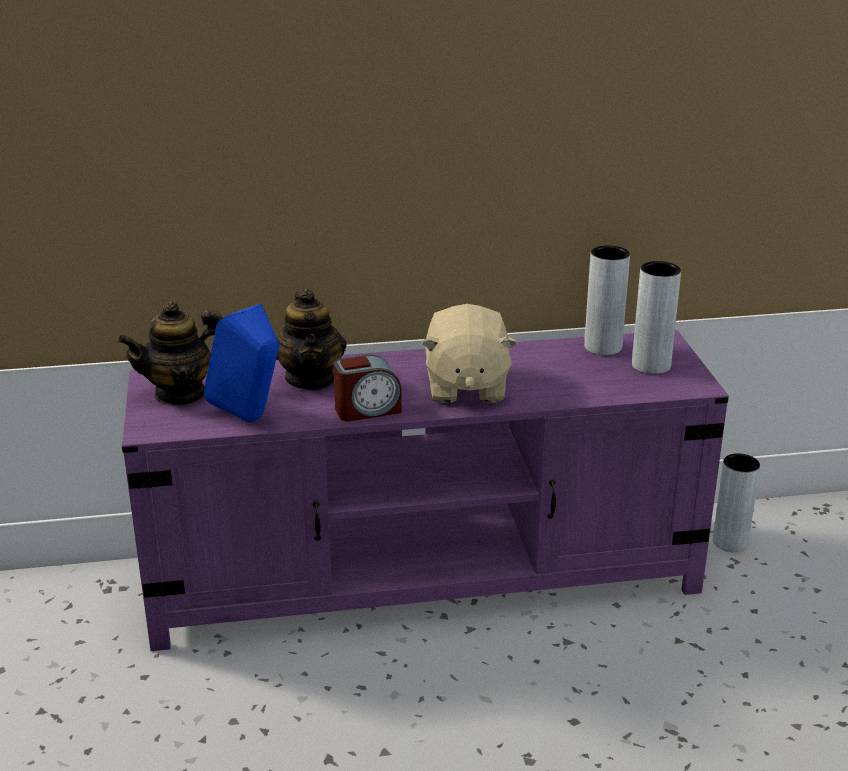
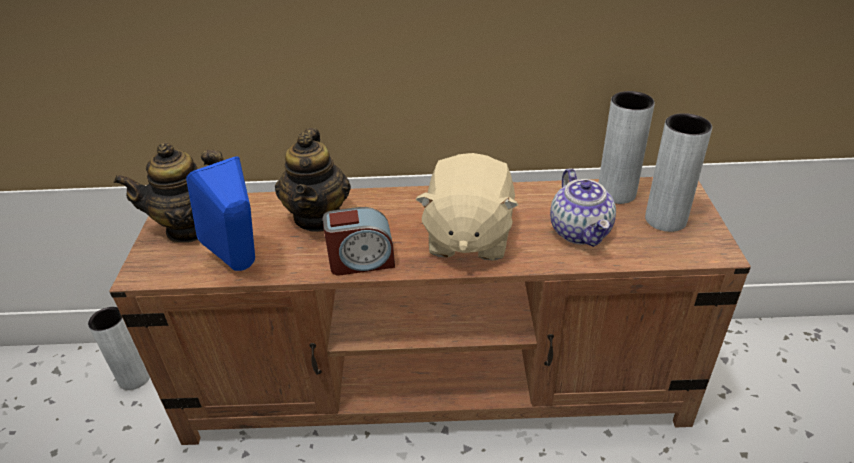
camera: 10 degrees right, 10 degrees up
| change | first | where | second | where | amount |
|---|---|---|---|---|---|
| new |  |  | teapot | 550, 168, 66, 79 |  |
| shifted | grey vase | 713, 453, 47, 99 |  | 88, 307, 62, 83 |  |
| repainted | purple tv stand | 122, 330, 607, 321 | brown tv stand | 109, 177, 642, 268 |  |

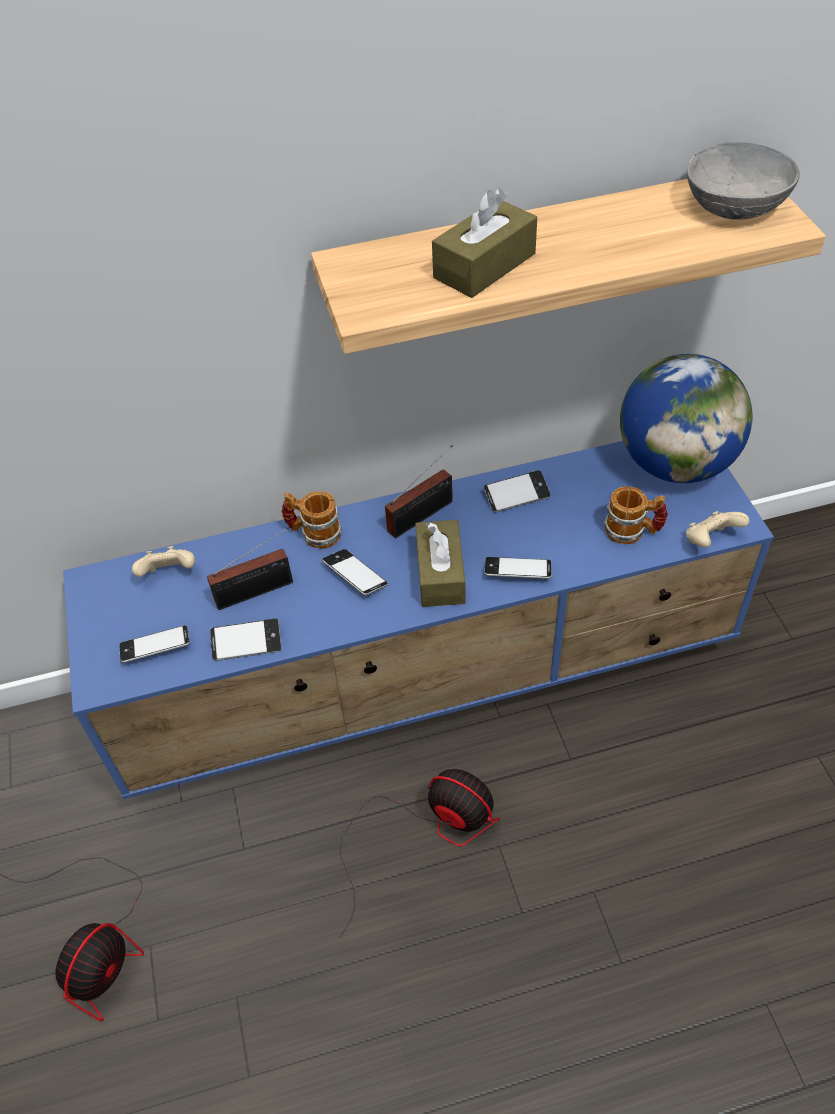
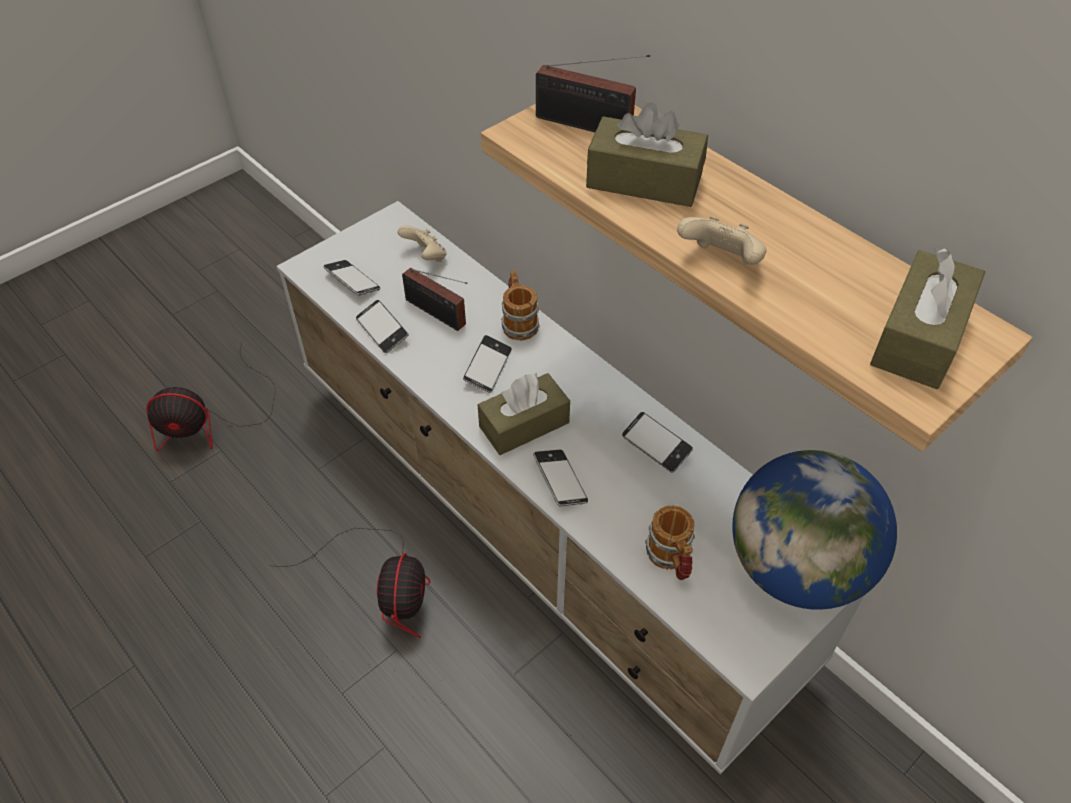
camera: 60 degrees right, 0 degrees up
| change | first | where | second | where | amount |
|---|---|---|---|---|---|
| shifted | radio | 385, 445, 68, 93 |  | 536, 55, 114, 77 |  |
| shifted | beige game controller | 686, 511, 64, 37 |  | 677, 216, 89, 49 |  |
| swapped | grey bowl | 687, 142, 113, 78 | brown tissue box | 870, 247, 115, 142 |  |
| repainted | blue tv stand | 63, 441, 711, 358 | white tv stand | 277, 201, 588, 573 |  |

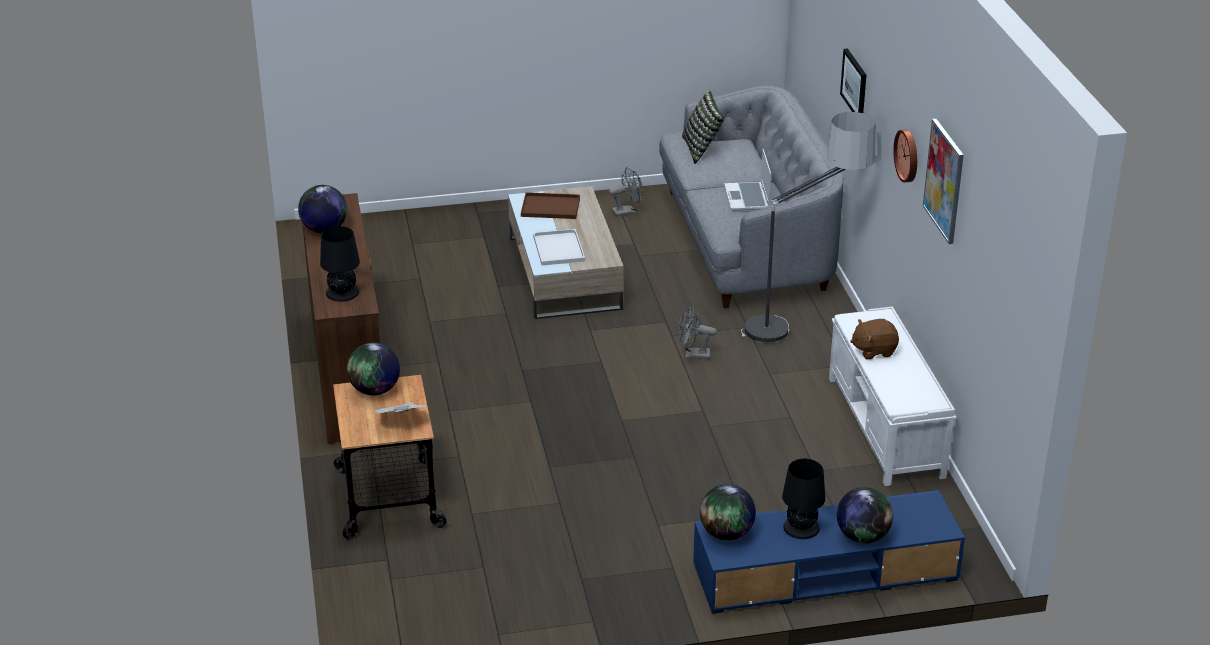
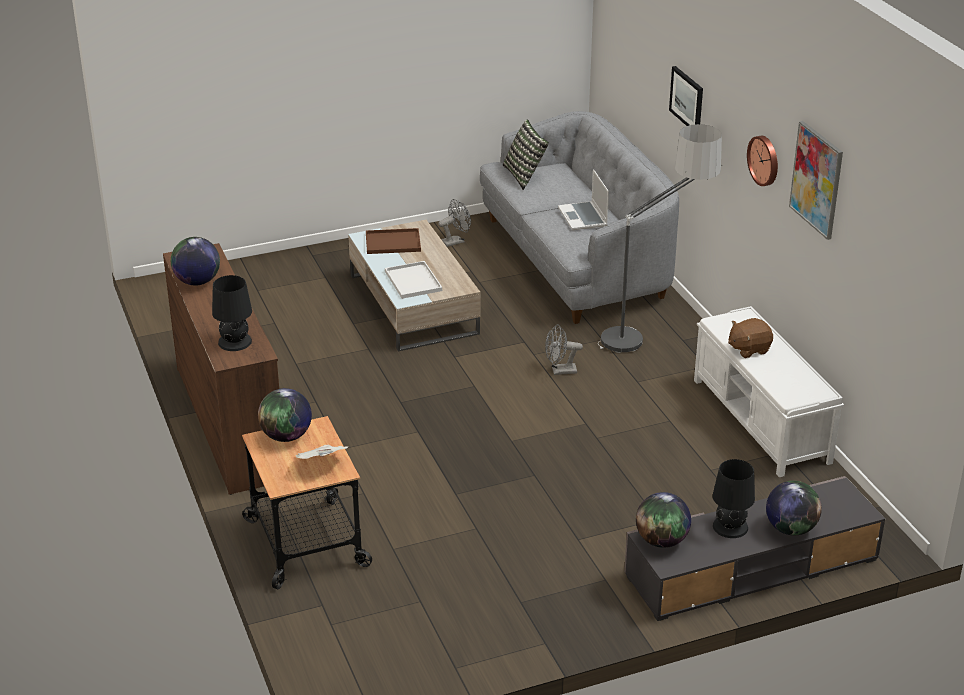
camera: 10 degrees left, 0 degrees up
| change | first | where | second | where | amount |
|---|---|---|---|---|---|
| repainted | blue tv stand | 693, 490, 272, 124 | grey tv stand | 624, 476, 261, 145 |  |

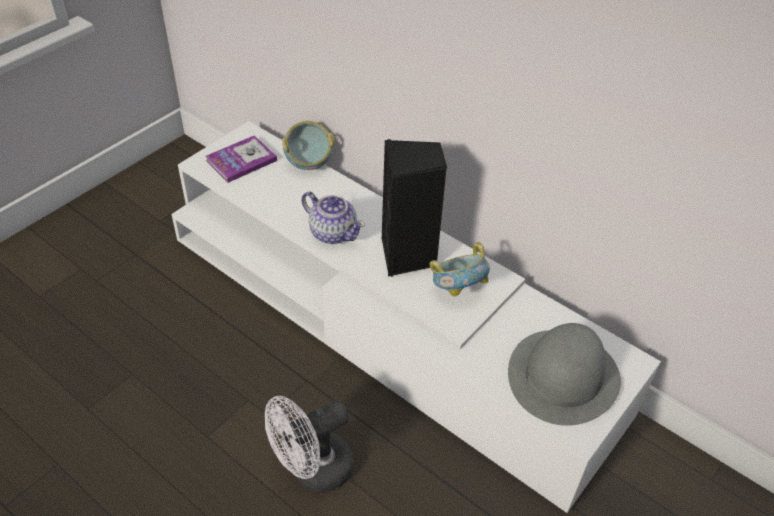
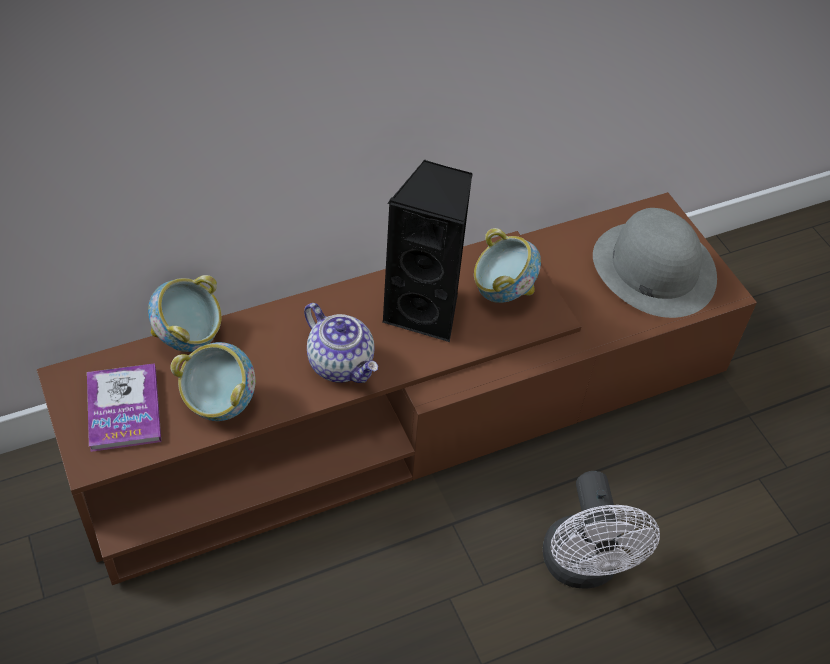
camera: 65 degrees left, 5 degrees up
| change | first | where | second | where | amount |
|---|---|---|---|---|---|
| new |  |  | bowl | 170, 342, 86, 79 |  |
| repainted | white tv stand | 171, 121, 490, 392 | brown tv stand | 37, 192, 720, 393 |  |
| rotated | teapot | 301, 192, 64, 52 |  | 304, 303, 74, 80 | 75 degrees clockwise |

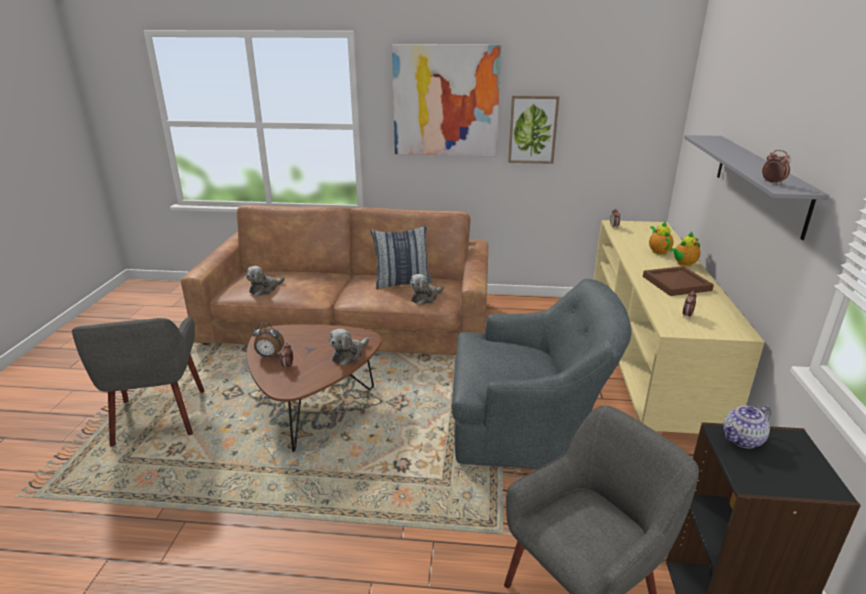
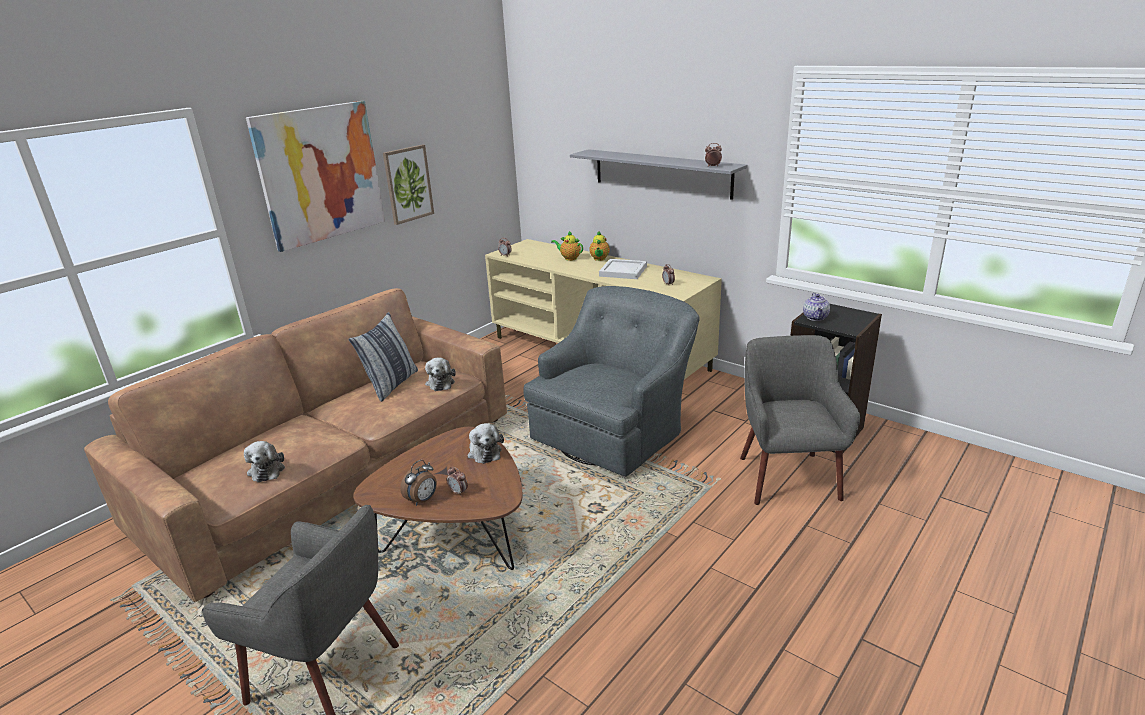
camera: 55 degrees left, 0 degrees up
| change | first | where | second | where | amount |
|---|---|---|---|---|---|
| repainted | brown tray | 643, 266, 71, 30 | white tray | 599, 259, 48, 20 |  |

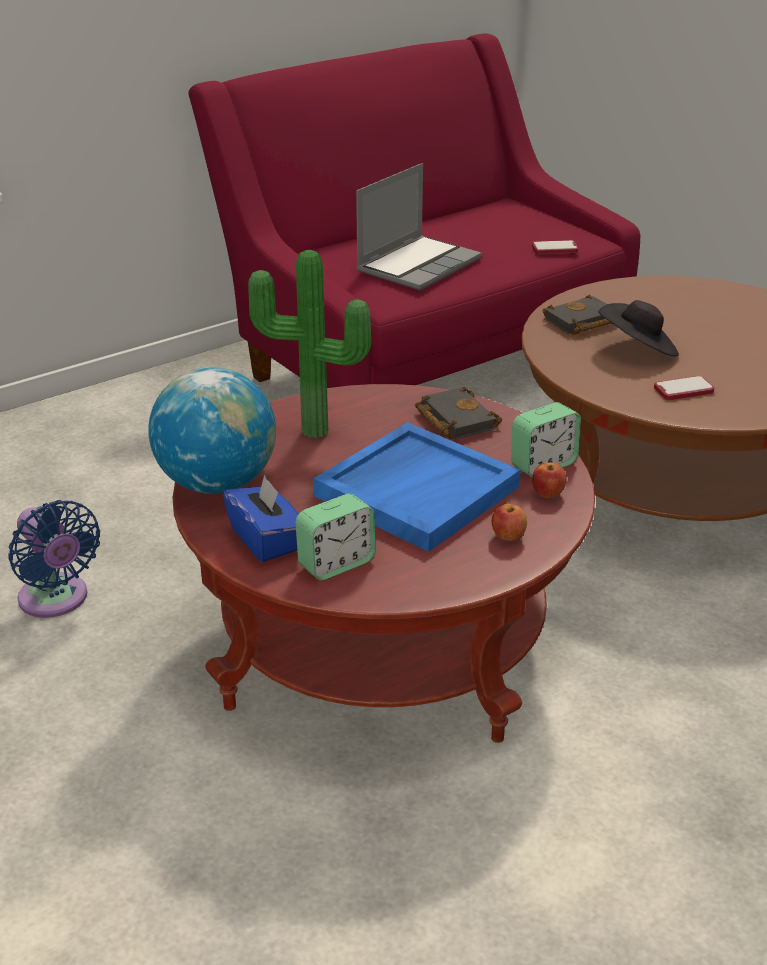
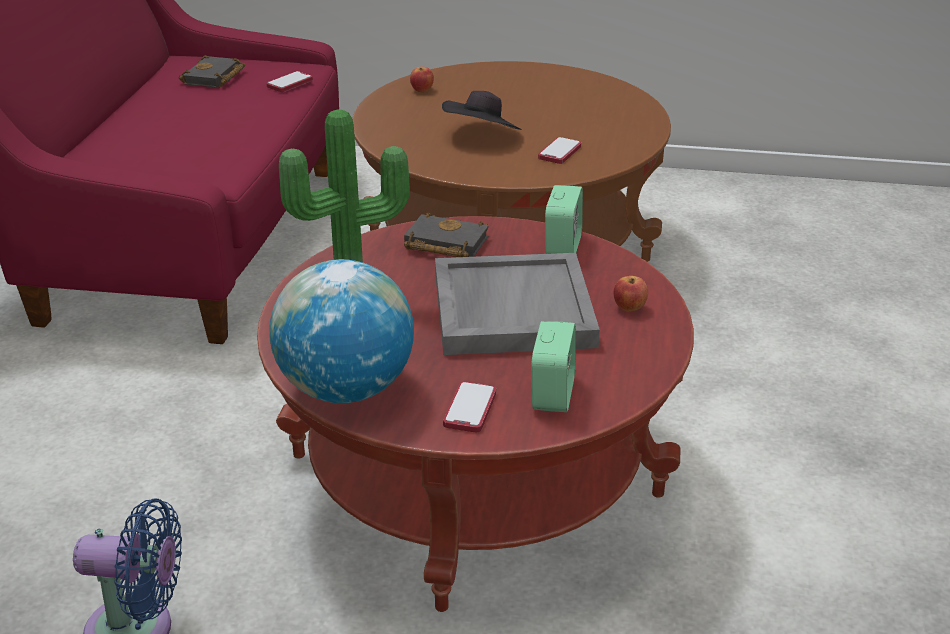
camera: 45 degrees left, 0 degrees up
| change | first | where | second | where | amount |
|---|---|---|---|---|---|
| gone | laptop | 356, 163, 126, 128 |  |  |  |
| shifted | apple | 532, 463, 35, 36 |  | 410, 66, 24, 26 |  |
| shifted | black book | 543, 295, 70, 40 |  | 179, 55, 66, 33 |  |
| swapped | blue tissue box | 223, 475, 76, 87 | phone | 443, 382, 53, 50 |  |
| repainted | blue tray | 313, 422, 208, 130 | grey tray | 435, 253, 165, 102 |  |

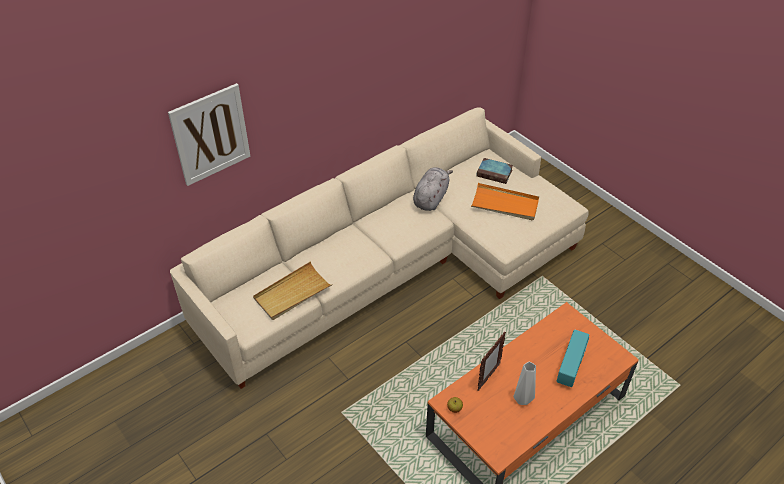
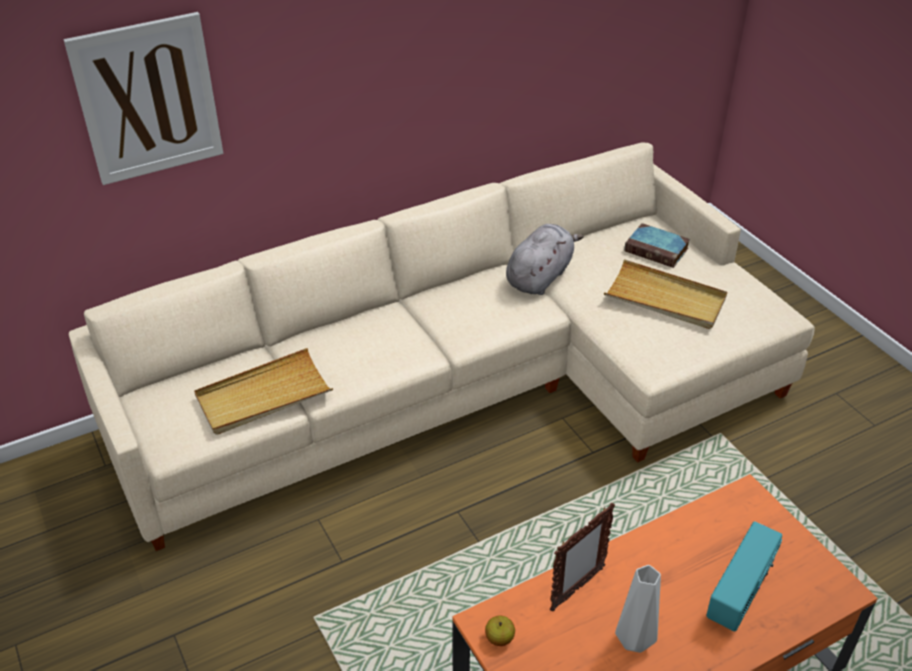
camera: 10 degrees right, 5 degrees down
| change | first | where | second | where | amount |
|---|---|---|---|---|---|
| repainted | orange tray | 471, 183, 68, 37 | beige tray | 604, 259, 123, 70 |  |

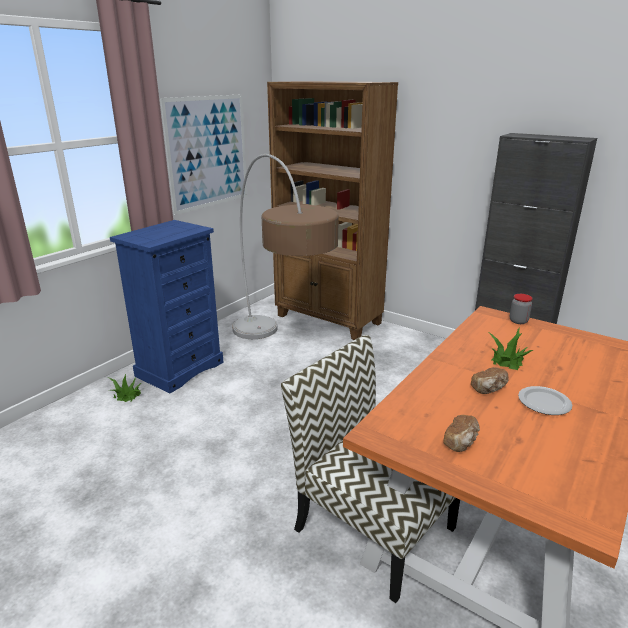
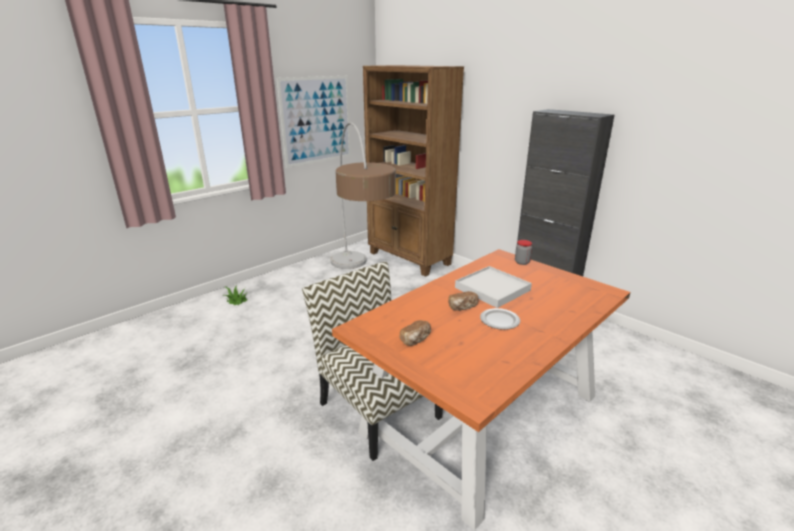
camera: 10 degrees right, 0 degrees up
| change | first | where | second | where | amount |
|---|---|---|---|---|---|
| gone | blue dresser | 110, 220, 114, 174 |  |  |  |
| swapped | potted plant | 487, 328, 46, 42 | white tray | 455, 266, 77, 42 |  |

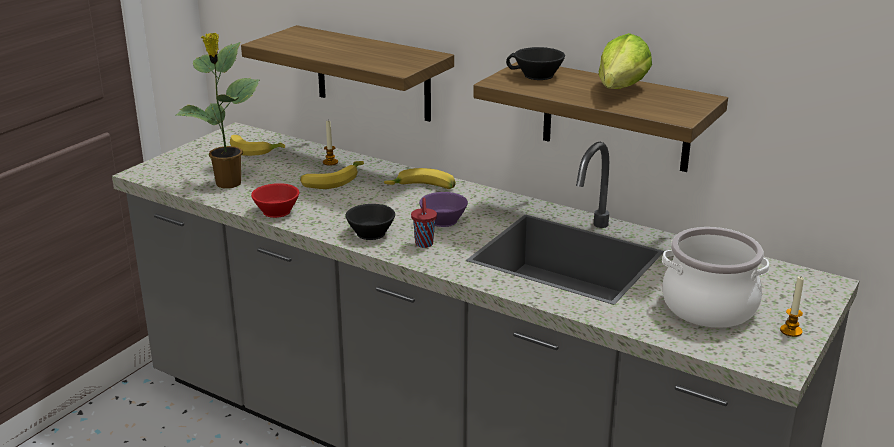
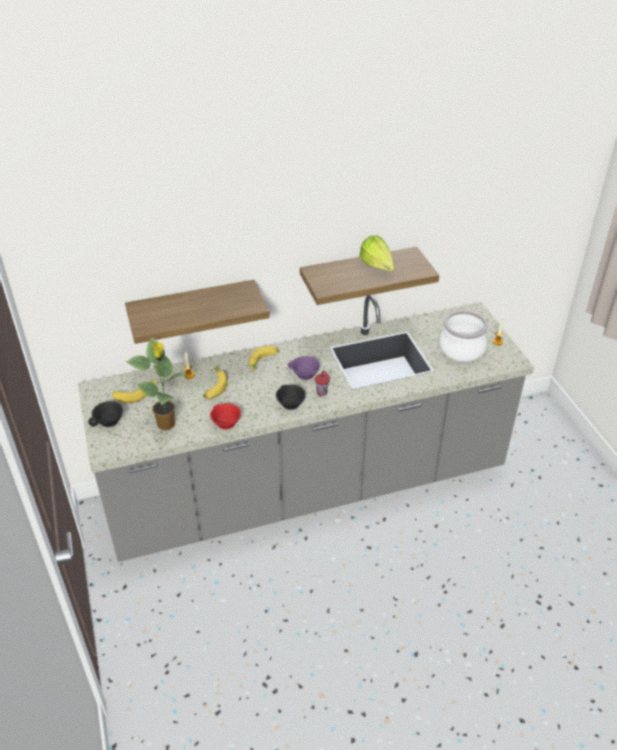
camera: 50 degrees left, 15 degrees up
| change | first | where | second | where | amount |
|---|---|---|---|---|---|
| shifted | black cup | 506, 47, 59, 33 |  | 88, 401, 35, 26 |  |

